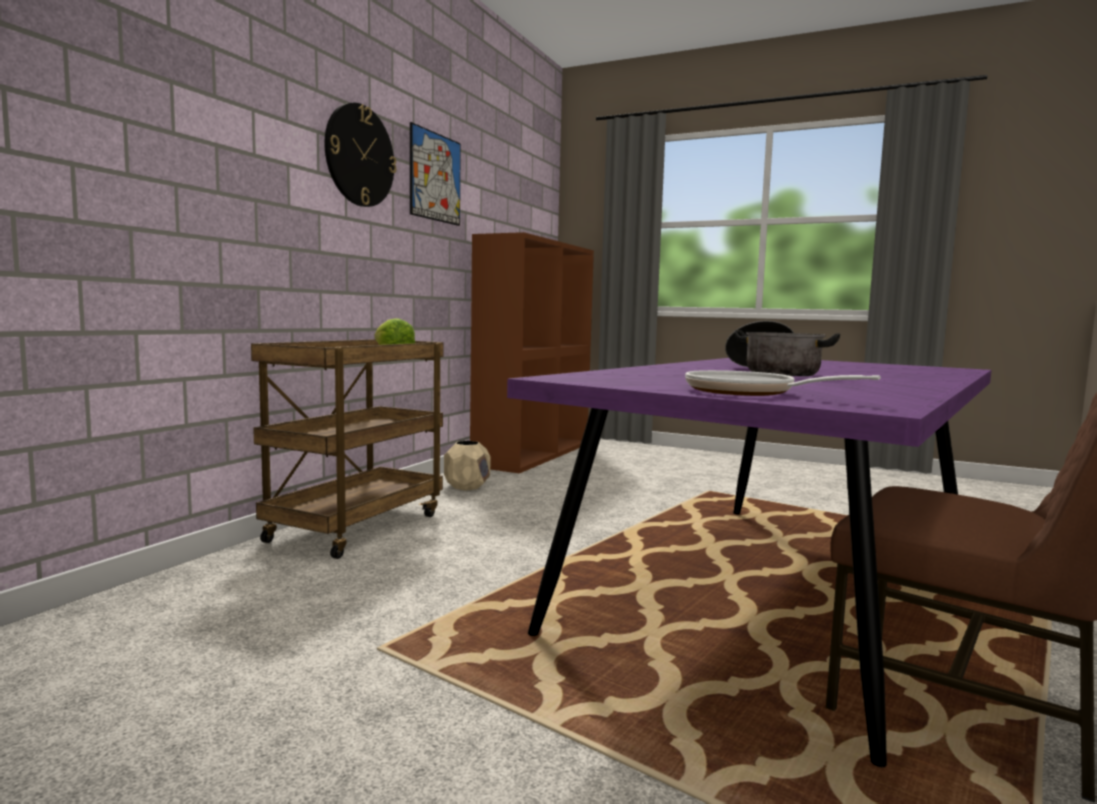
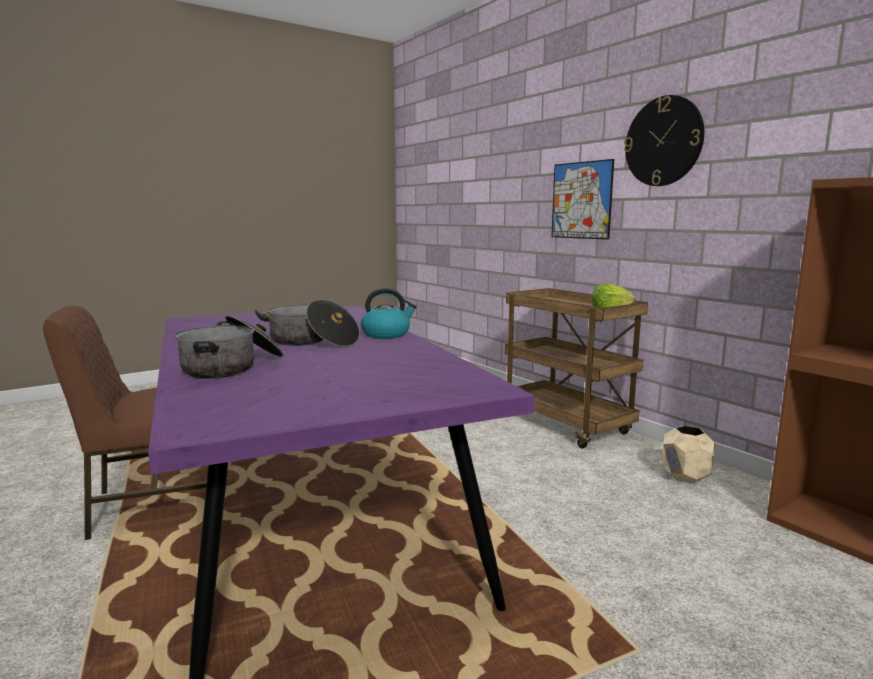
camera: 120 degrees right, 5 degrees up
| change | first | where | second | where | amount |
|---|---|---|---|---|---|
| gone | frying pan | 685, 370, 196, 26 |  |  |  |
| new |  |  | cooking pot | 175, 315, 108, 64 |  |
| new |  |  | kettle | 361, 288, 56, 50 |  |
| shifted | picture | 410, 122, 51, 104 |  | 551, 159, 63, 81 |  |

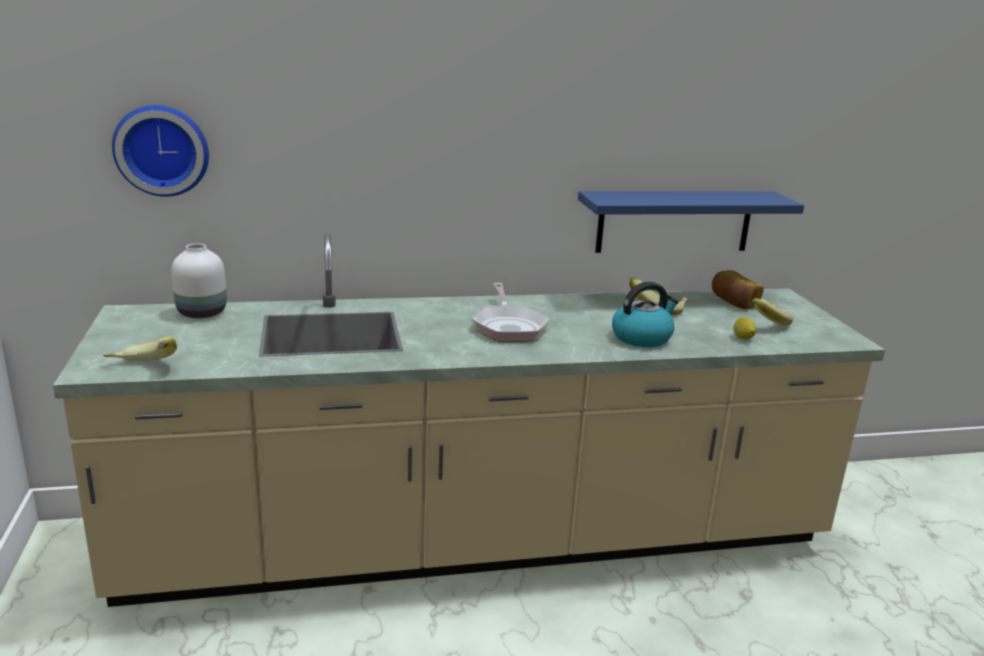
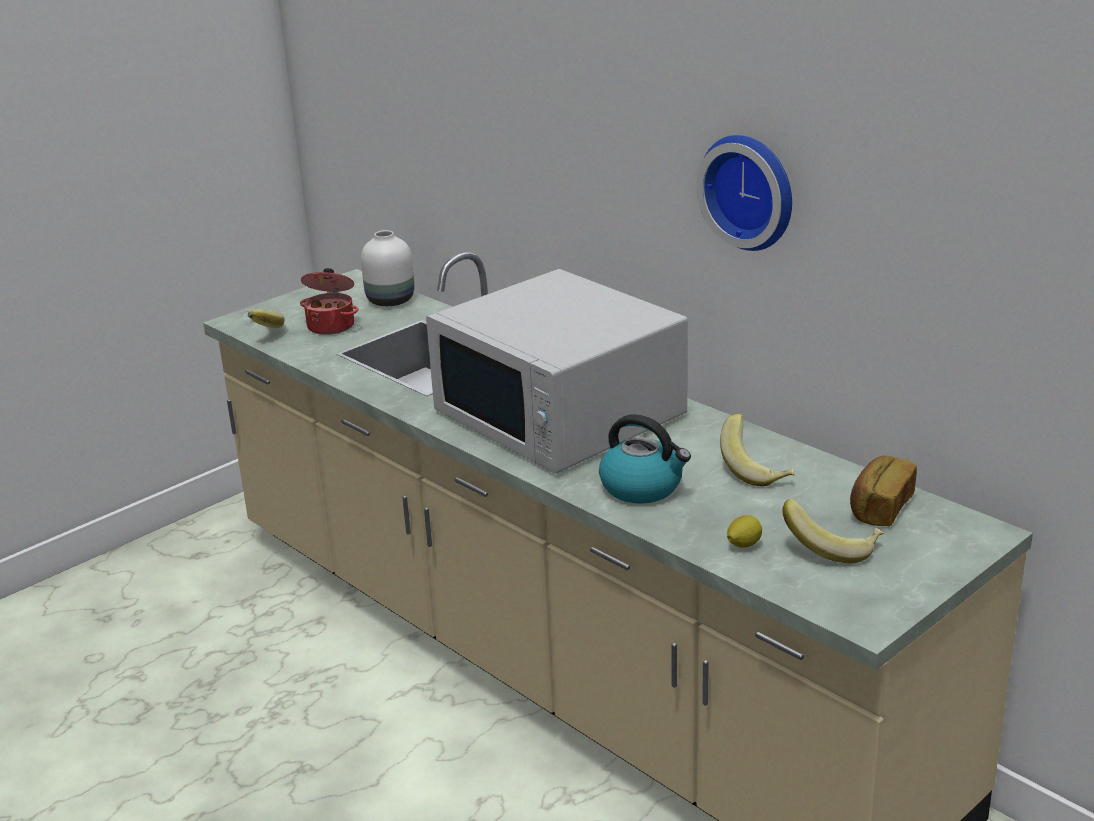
camera: 60 degrees right, 5 degrees up
| change | first | where | second | where | amount |
|---|---|---|---|---|---|
| gone | blue shelf | 578, 191, 226, 62 |  |  |  |
| new |  |  | cooking pot | 300, 268, 58, 67 |  |
| shifted | wall clock | 112, 105, 97, 92 |  | 696, 135, 96, 116 |  |
| swapped | frying pan | 471, 283, 79, 59 | white microwave | 426, 269, 262, 205 |  |

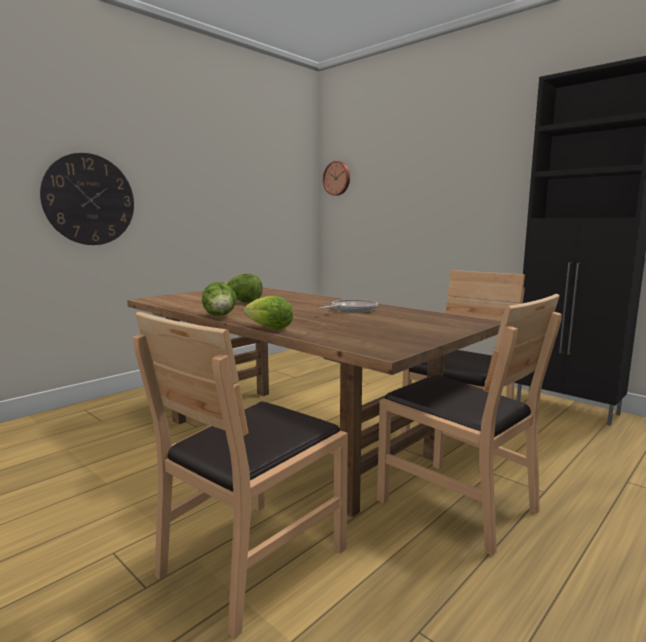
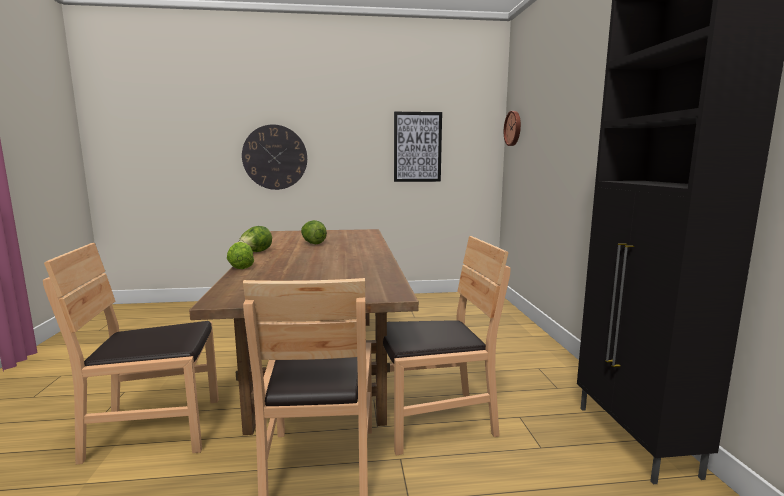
camera: 40 degrees right, 0 degrees up
| change | first | where | second | where | amount |
|---|---|---|---|---|---|
| gone | frying pan | 319, 299, 59, 14 |  |  |  |
| new |  |  | picture | 394, 112, 48, 70 |  |

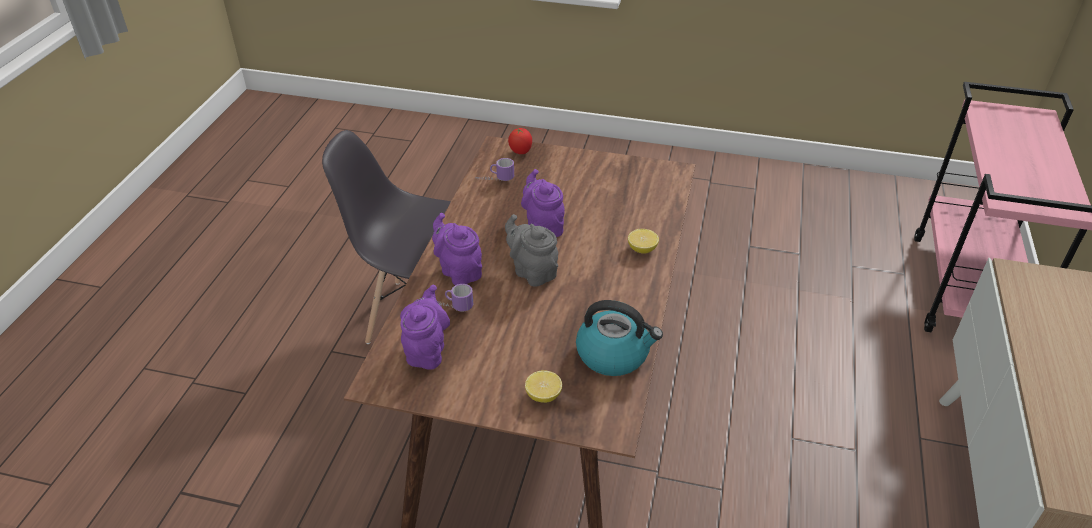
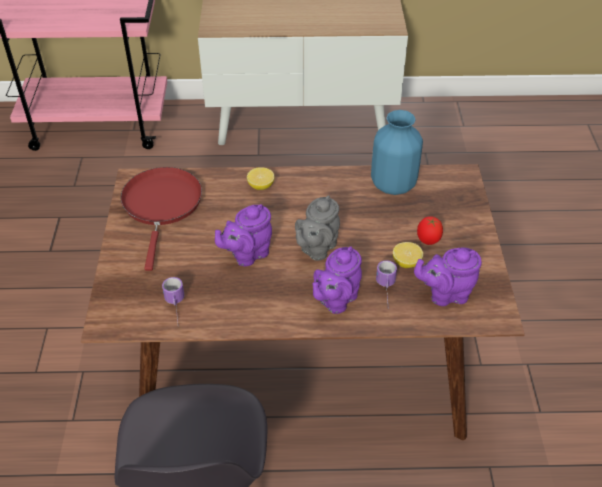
camera: 105 degrees left, 5 degrees up
| change | first | where | second | where | amount |
|---|---|---|---|---|---|
| new |  |  | red frying pan | 120, 167, 82, 104 |  |
| shifted | tomato | 508, 128, 24, 26 |  | 417, 216, 26, 29 |  |
| shifted | lemon | 525, 370, 37, 33 |  | 393, 242, 30, 26 |  |
| swapped | kettle | 576, 300, 87, 76 | blue vase | 371, 110, 52, 85 |  |

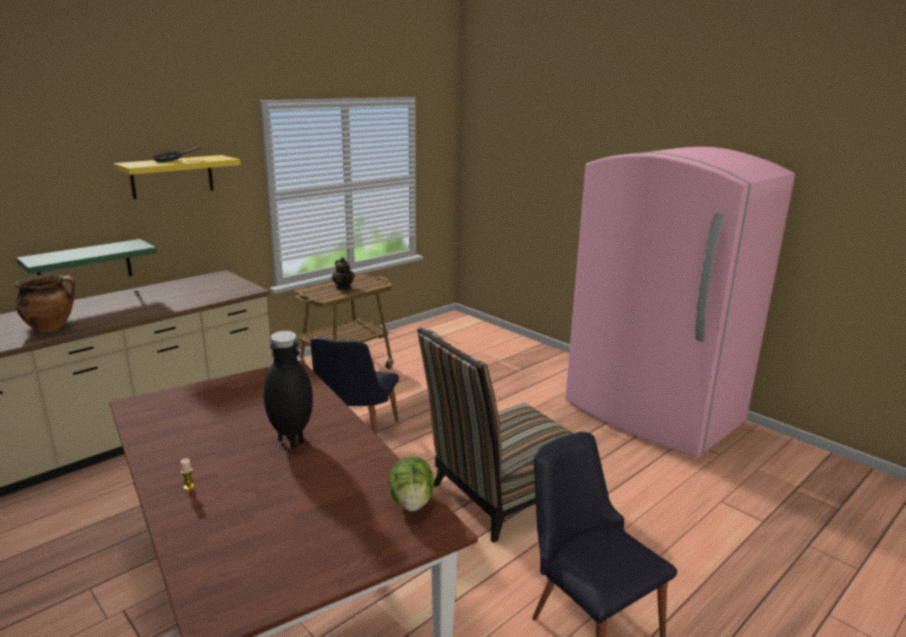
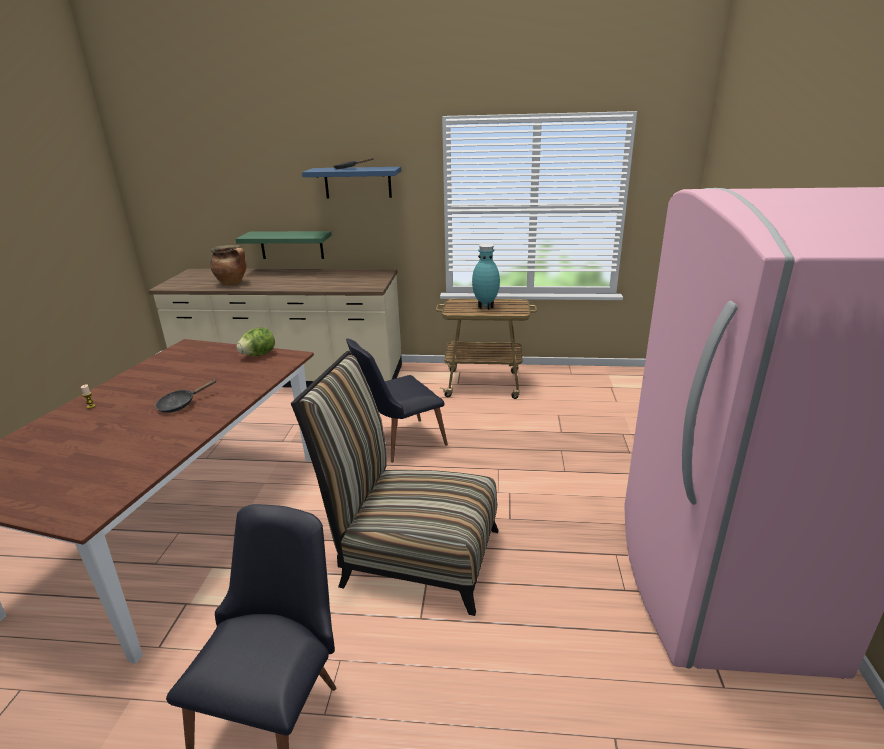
camera: 50 degrees right, 5 degrees up
| change | first | where | second | where | amount |
|---|---|---|---|---|---|
| shifted | lettuce | 389, 456, 46, 56 |  | 236, 328, 39, 28 |  |
| swapped | black vase | 263, 331, 50, 117 | black frying pan | 155, 380, 61, 33 |  |
| swapped | teapot | 332, 257, 23, 33 | turquoise vase | 472, 244, 28, 66 |  |
| repainted | yellow shelf | 113, 155, 128, 44 | blue shelf | 302, 167, 99, 32 |  |

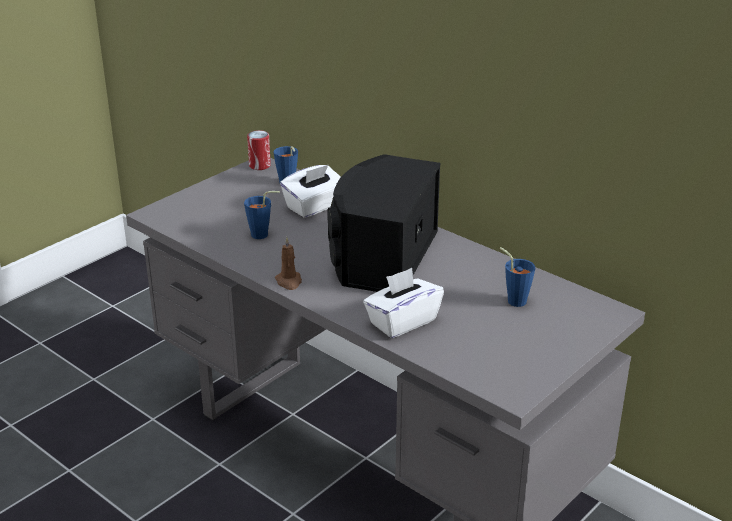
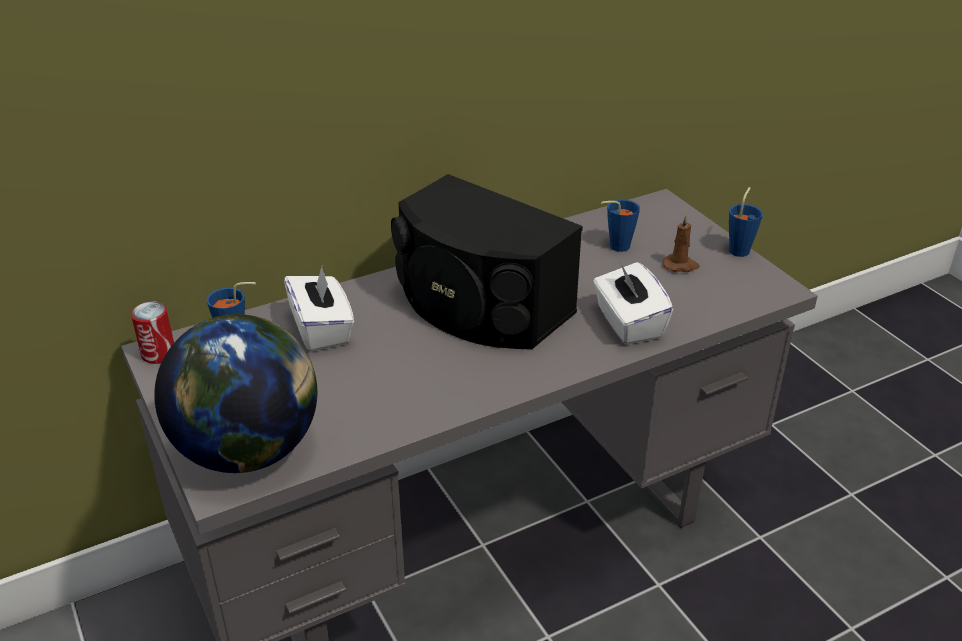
camera: 70 degrees left, 5 degrees up
| change | first | where | second | where | amount |
|---|---|---|---|---|---|
| new |  |  | globe | 154, 314, 163, 159 |  |
| shifted | blue cup | 244, 191, 36, 48 |  | 729, 187, 34, 70 |  |
| shifted | brown candle | 275, 237, 27, 53 |  | 663, 214, 36, 58 |  |

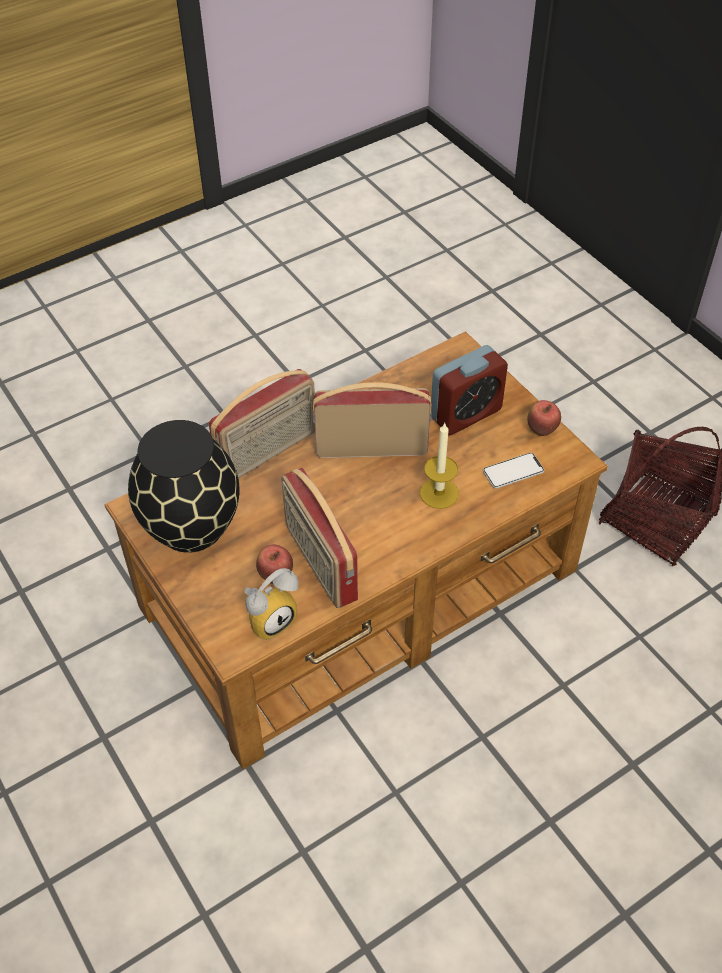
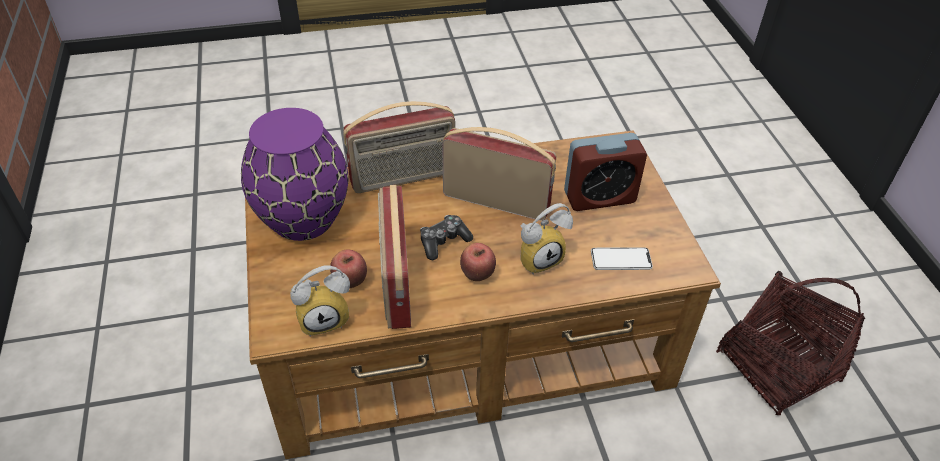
camera: 20 degrees right, 5 degrees down
| change | first | where | second | where | amount |
|---|---|---|---|---|---|
| new |  |  | game controller | 420, 215, 53, 45 |  |
| shifted | apple | 527, 400, 34, 36 |  | 460, 243, 36, 38 |  |
| swapped | candle | 420, 422, 39, 87 | alarm clock | 520, 203, 53, 72 |  |
| repainted | black vase | 128, 420, 112, 133 | purple vase | 241, 108, 107, 133 |  |

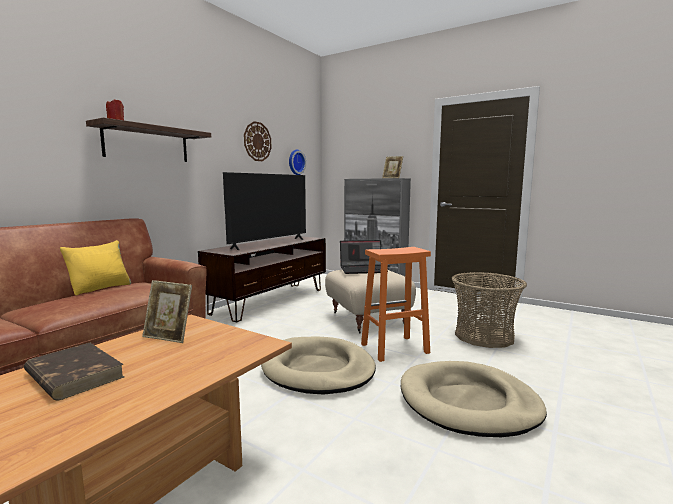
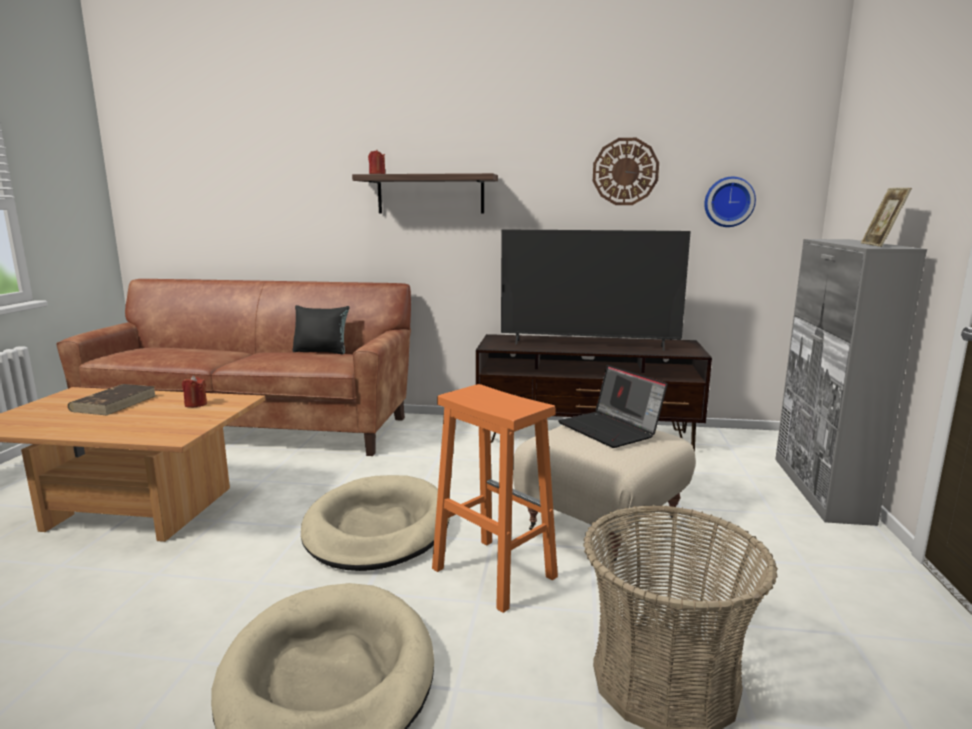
camera: 65 degrees right, 5 degrees up
| change | first | where | second | where | amount |
|---|---|---|---|---|---|
| swapped | picture frame | 142, 280, 50, 63 | red candle | 182, 375, 25, 32 |  |
| repainted | yellow pillow | 60, 240, 71, 55 | black pillow | 292, 305, 58, 50 |  |

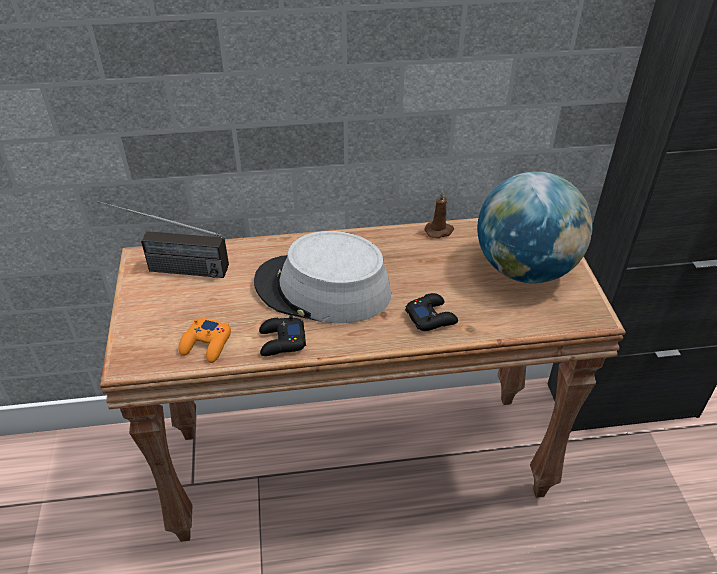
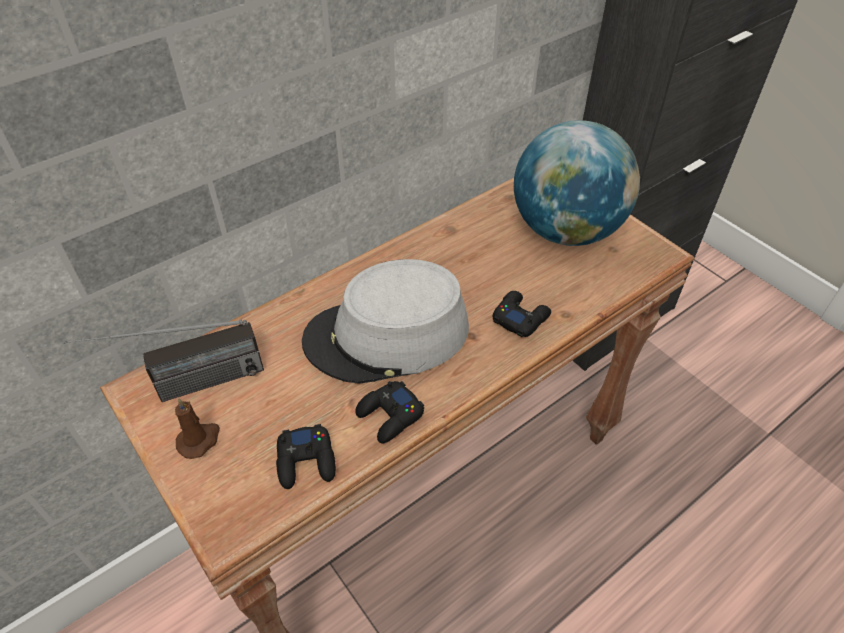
camera: 30 degrees left, 5 degrees up
| change | first | where | second | where | amount |
|---|---|---|---|---|---|
| shifted | brown candle | 424, 191, 30, 48 |  | 175, 398, 45, 61 |  |
| repainted | orange game controller | 179, 317, 52, 46 | black game controller | 276, 424, 60, 65 |  |

